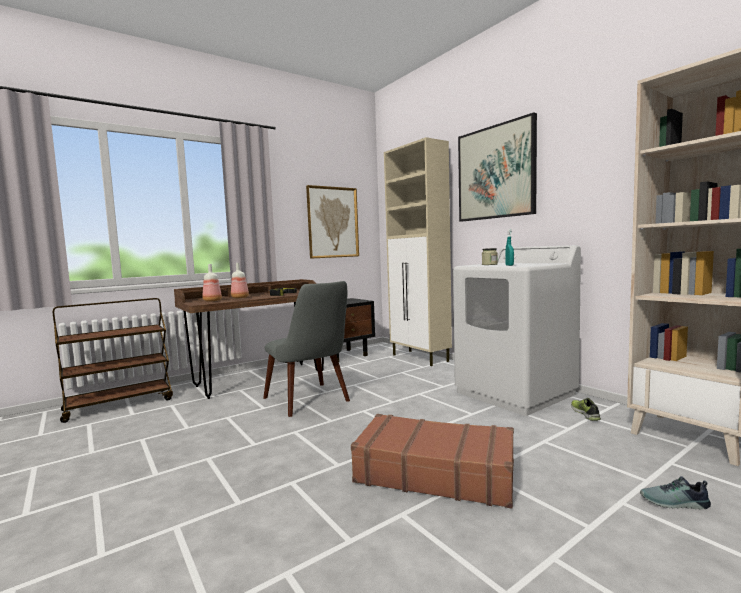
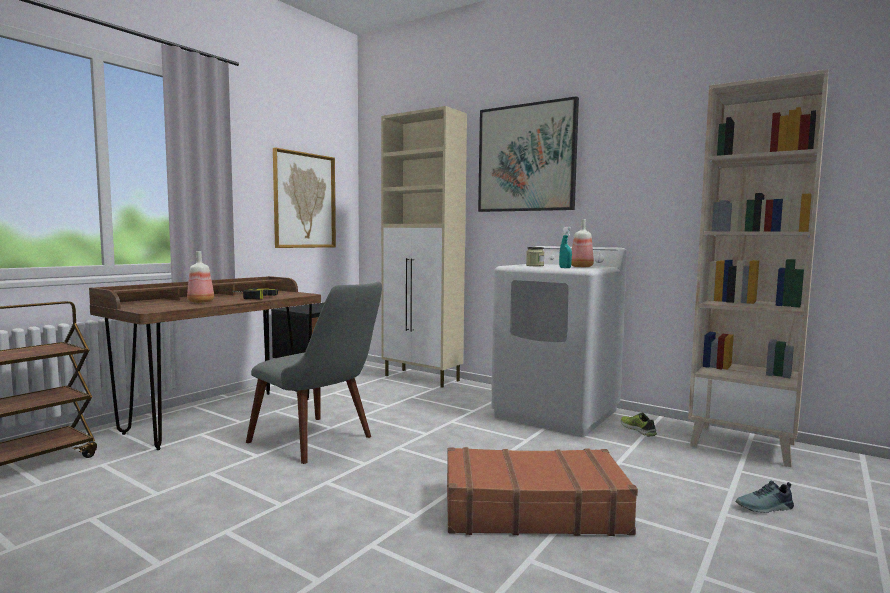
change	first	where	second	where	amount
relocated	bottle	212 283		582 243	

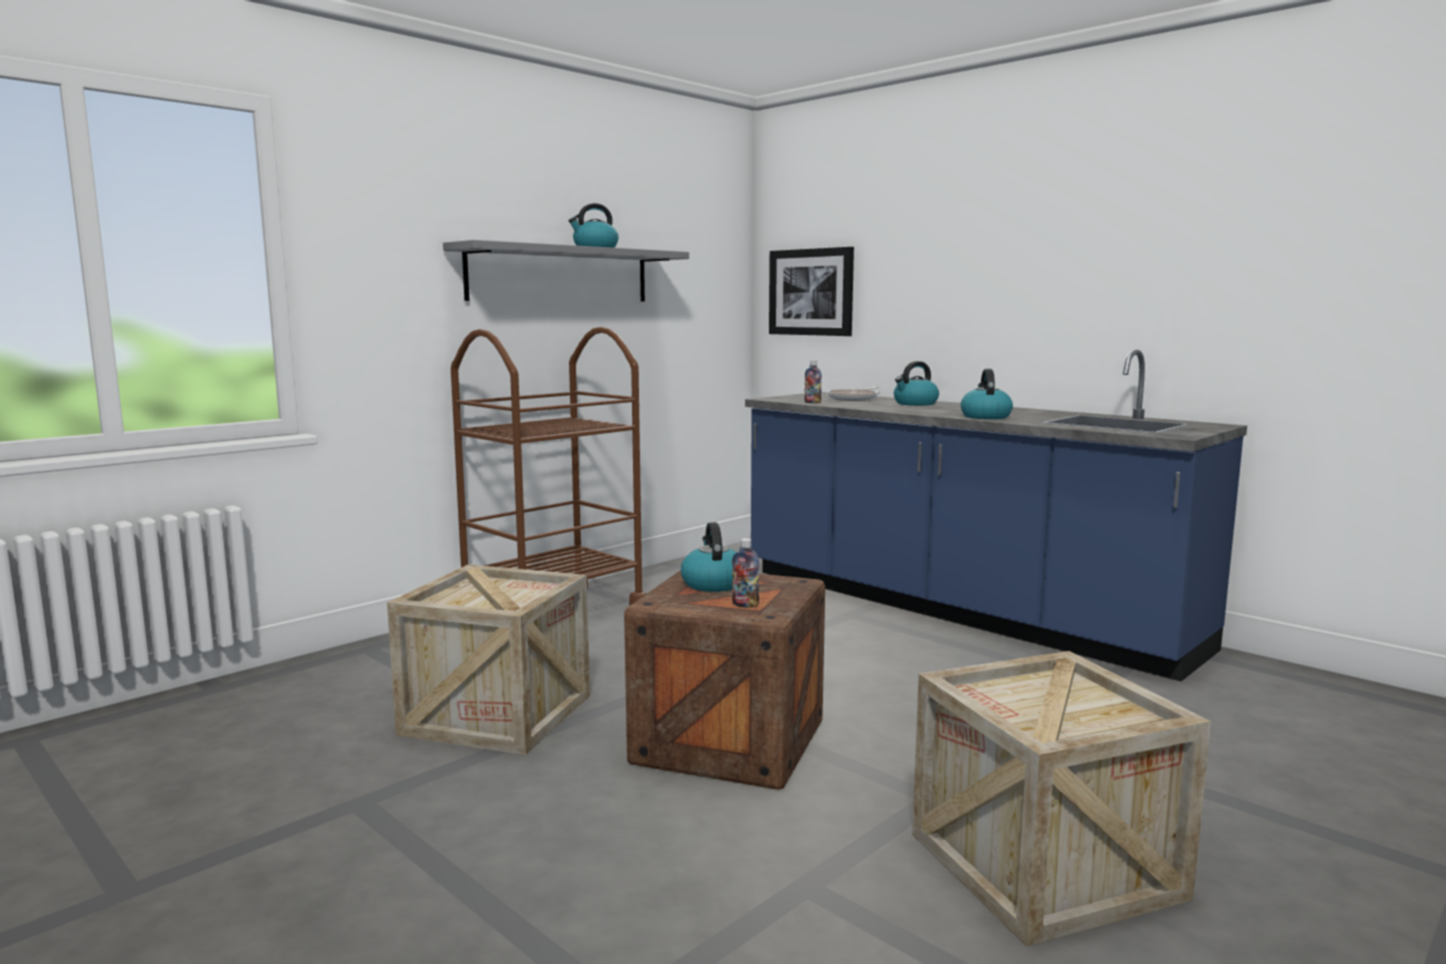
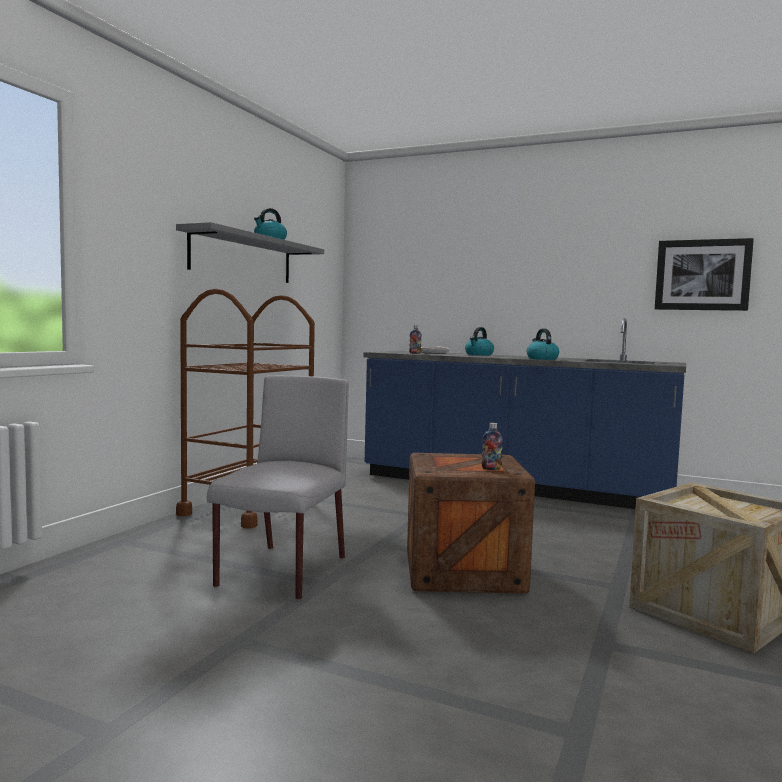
change	first	where	second	where	amount
exchanged	crate	488 659	greyish upright chair	278 488	
relocated	picture	811 291		704 274	
missing	tea kettle	709 557			

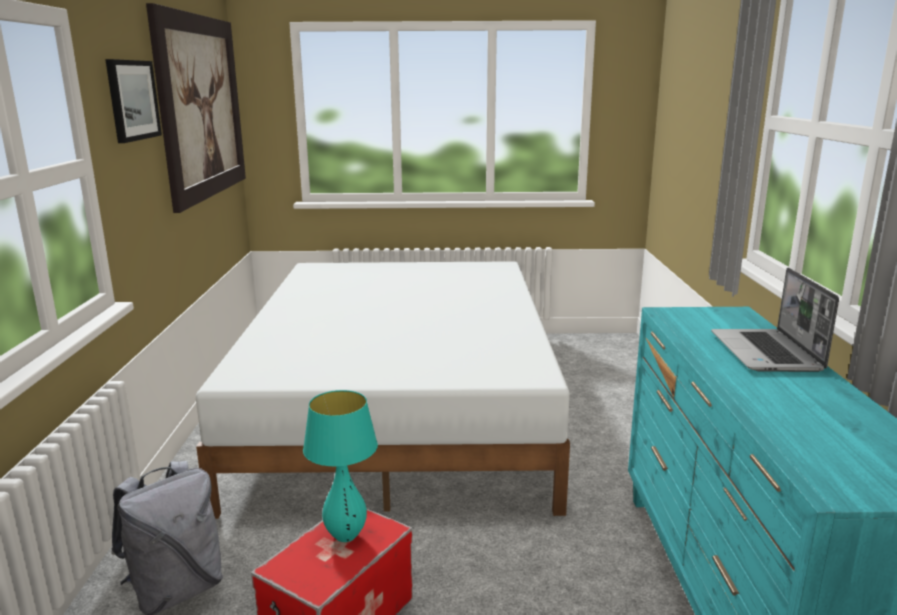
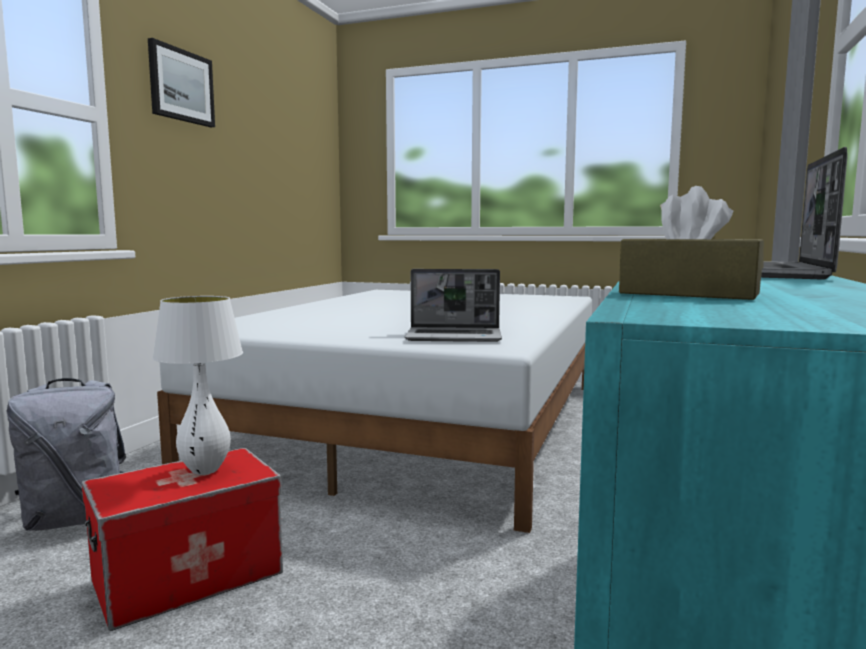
change	first	where	second	where	amount
colour	turquoise table lamp	340 466	white table lamp	197 385	
appeared			laptop	453 305	
appeared			brown tissue box	691 243	
missing	picture	196 108			

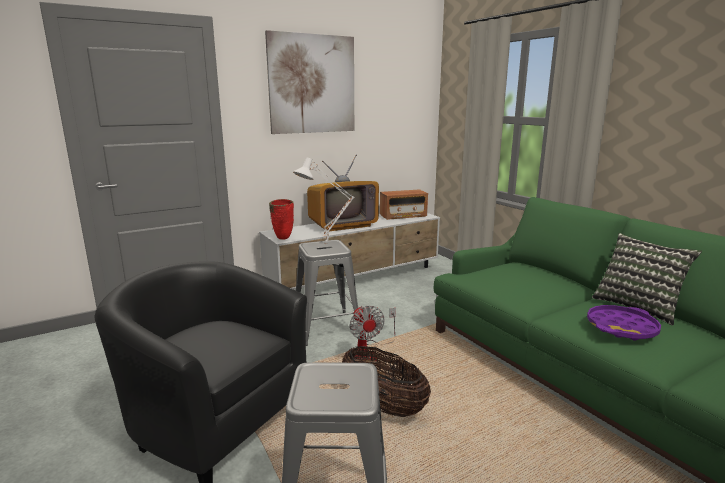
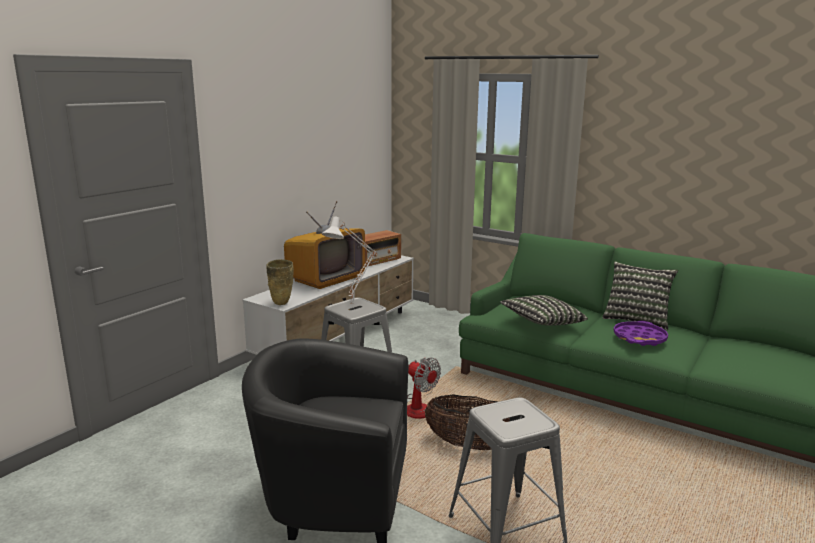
change	first	where	second	where	amount
colour	red decorative vase	281 219	beige decorative vase	280 282	
appeared			pillow	544 310	
missing	picture	309 82			

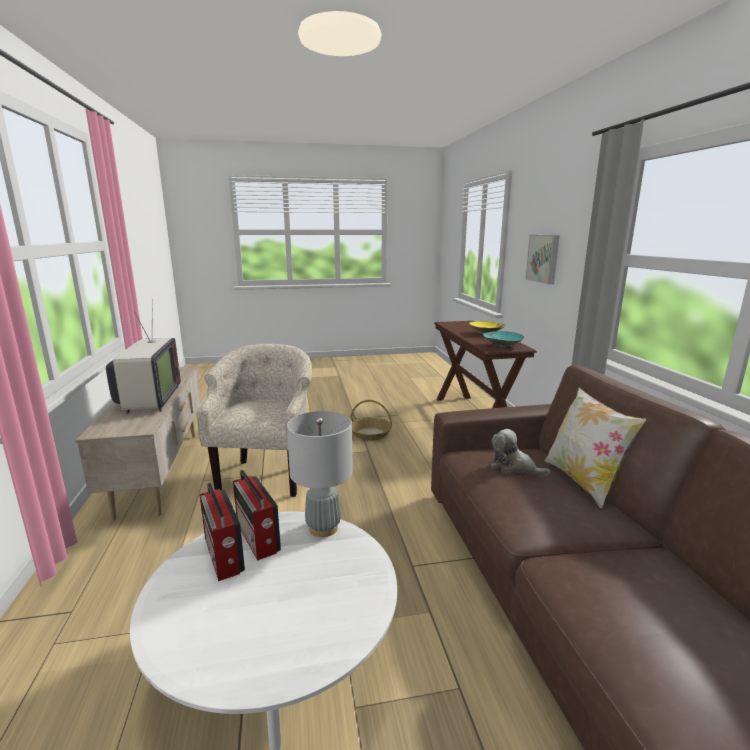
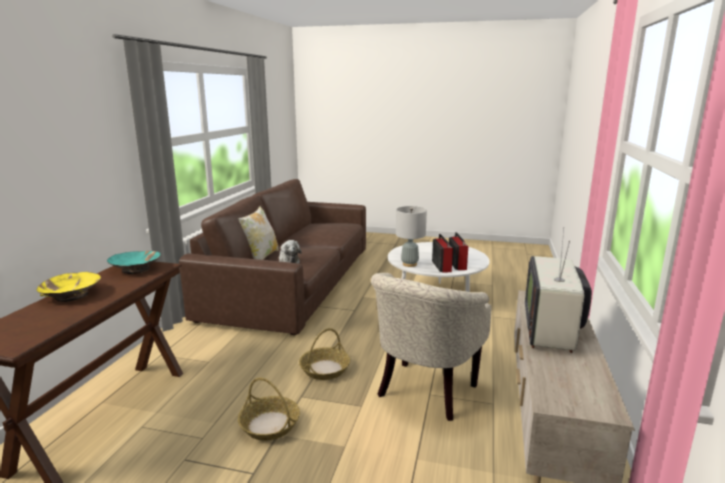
change	first	where	second	where	amount
appeared			basket	324 354	
missing	picture	542 259			

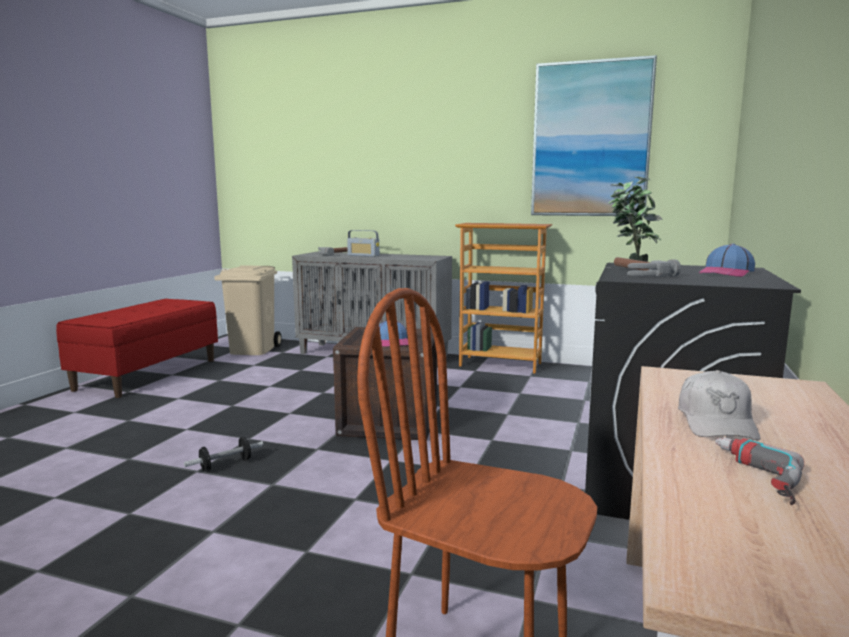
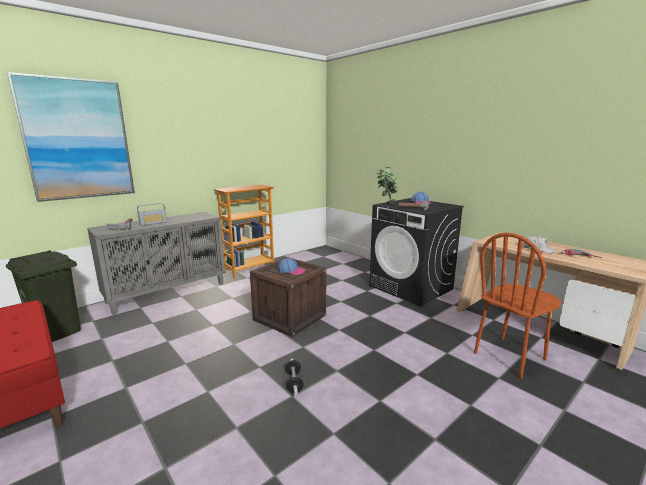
change	first	where	second	where	amount
colour	beige trash can	248 310	greenish trash can	43 296	
relocated	picture	594 135		71 137	

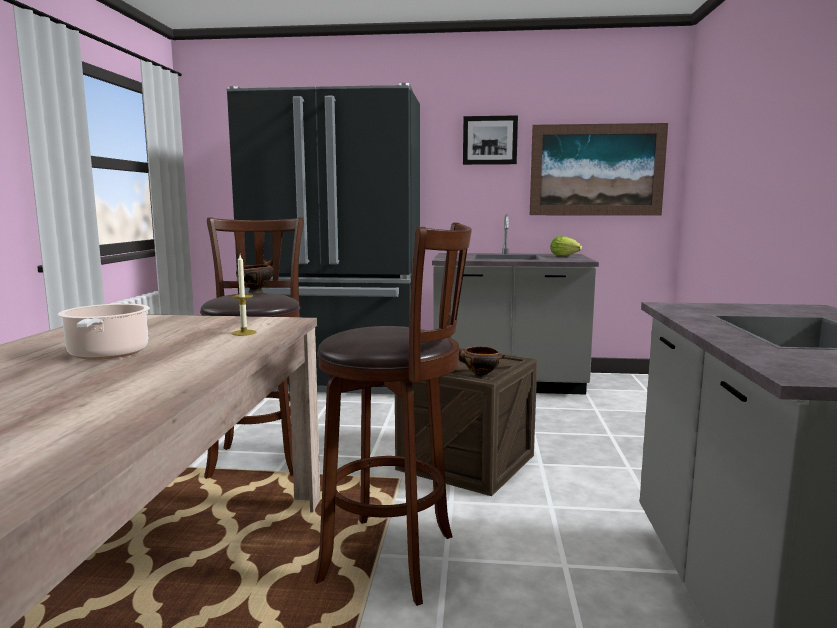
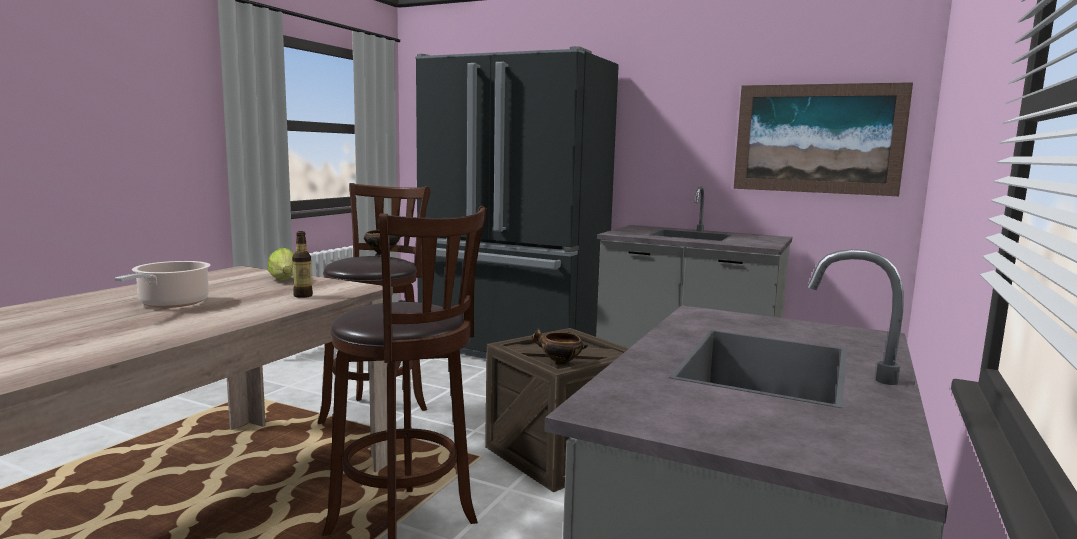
change	first	where	second	where	amount
relocated	head of lettuce	566 246		281 264	
exchanged	candle	244 295	bottle	302 264	
missing	picture	490 140			

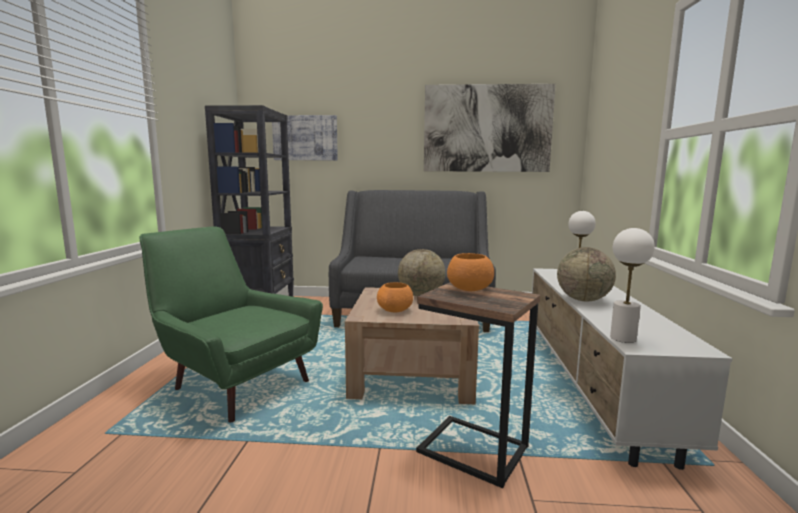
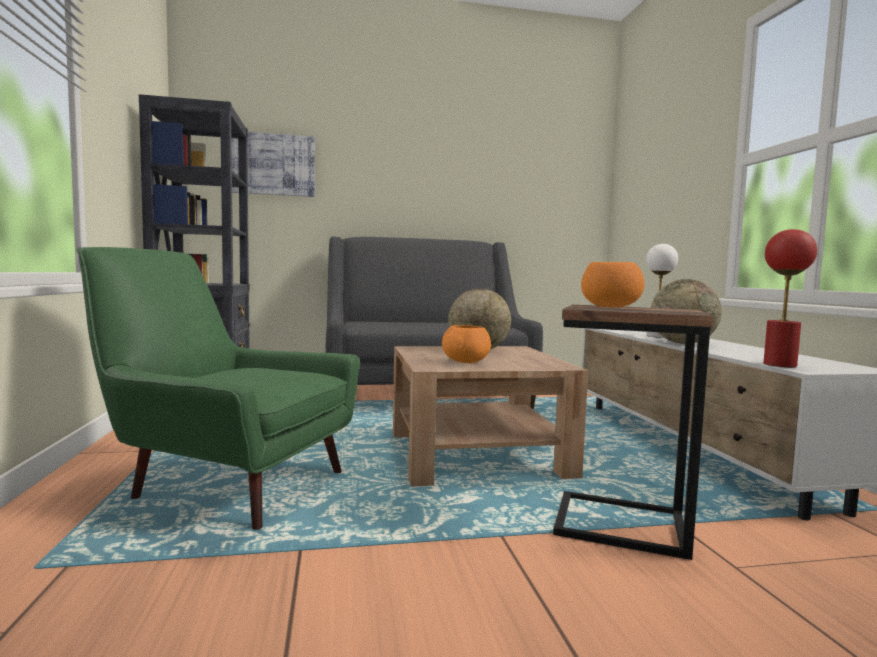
change	first	where	second	where	amount
colour	white table lamp	632 285	red table lamp	790 298	
missing	picture	490 128			

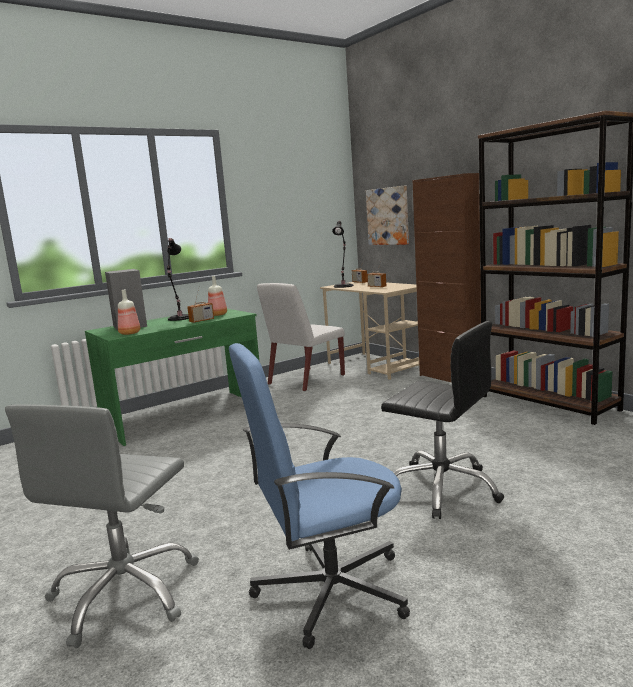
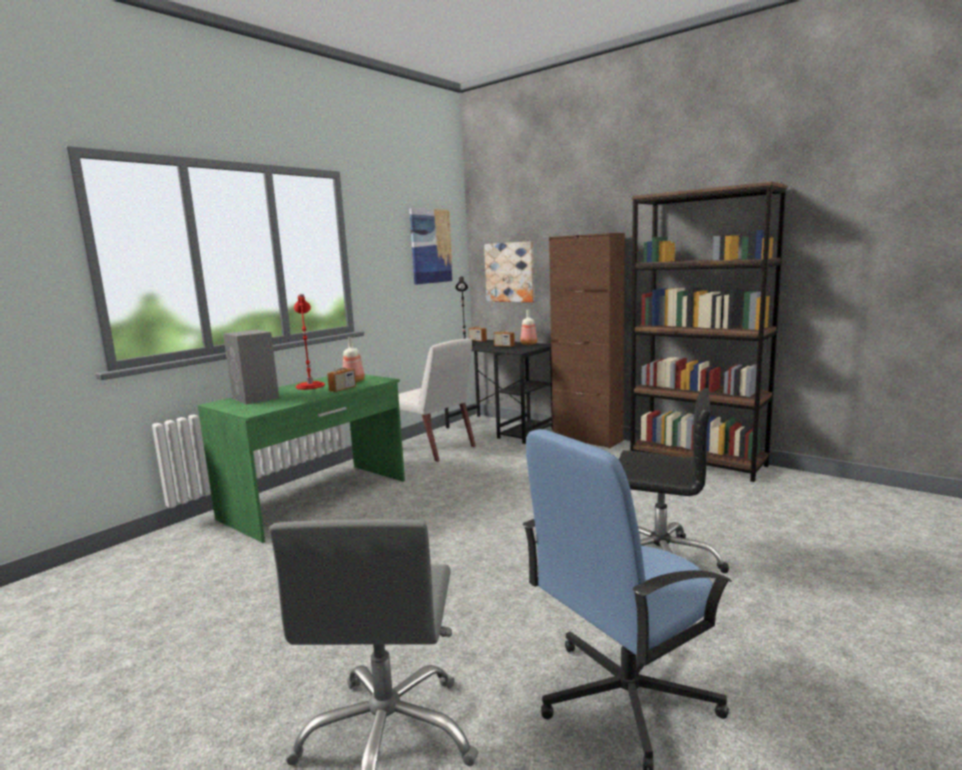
change	first	where	second	where	amount
colour	black-coloured table lamp	178 279	red table lamp	309 342	
spun	white upright chair	301 337		437 400	75 degrees counterclockwise
appeared			picture	431 246	
colour	beige desk unit	369 331	black-coloured desk unit	499 392	
relocated	bottle	129 312		528 327	

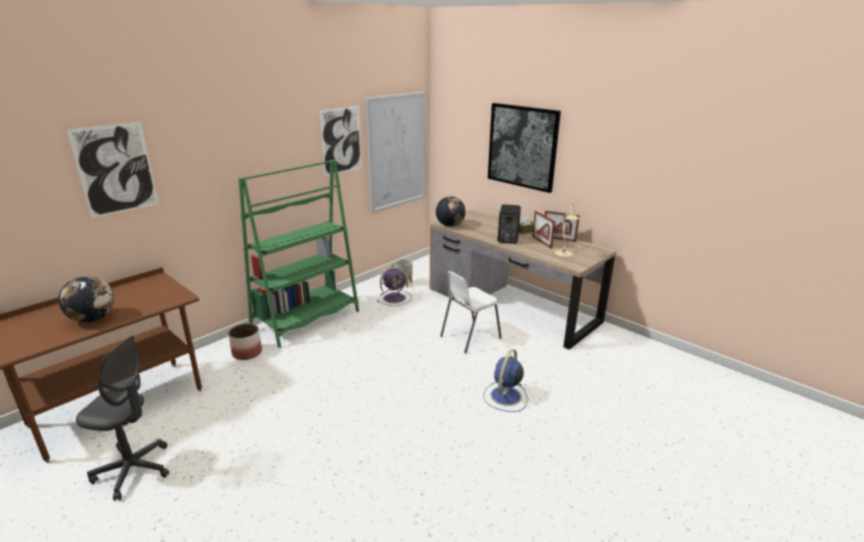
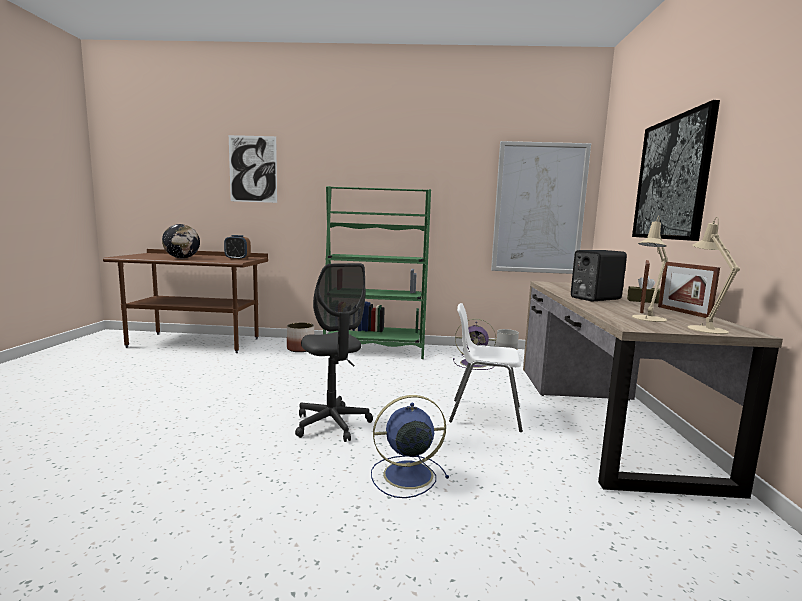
change	first	where	second	where	amount
appeared			table clock	237 247	
relocated	greyish office chair	122 418		334 352	
appeared			beige table lamp	713 275	
missing	picture	340 141			
missing	globe	451 211			

